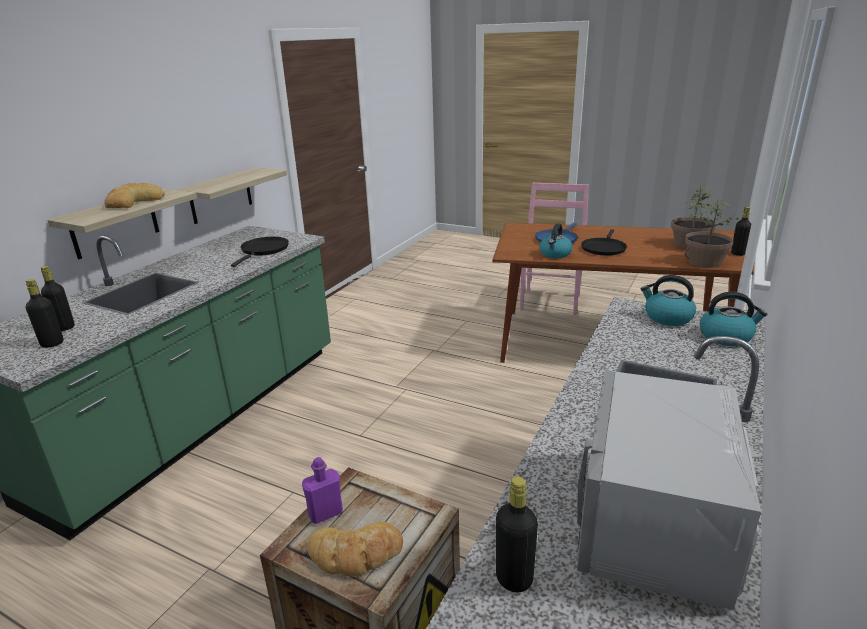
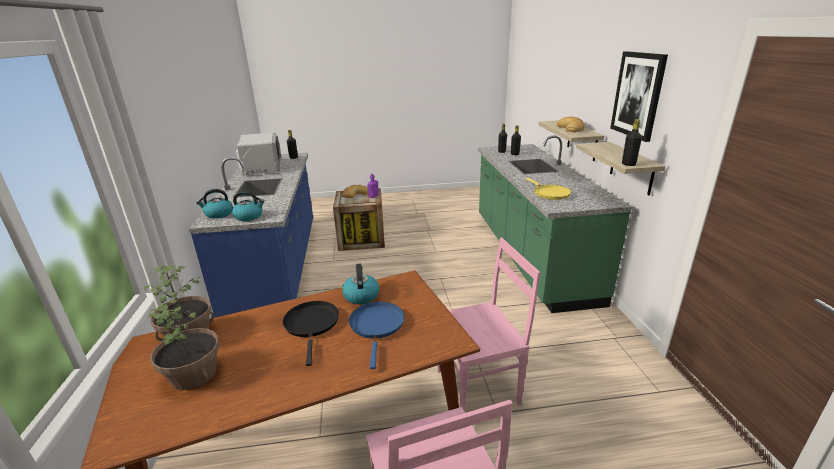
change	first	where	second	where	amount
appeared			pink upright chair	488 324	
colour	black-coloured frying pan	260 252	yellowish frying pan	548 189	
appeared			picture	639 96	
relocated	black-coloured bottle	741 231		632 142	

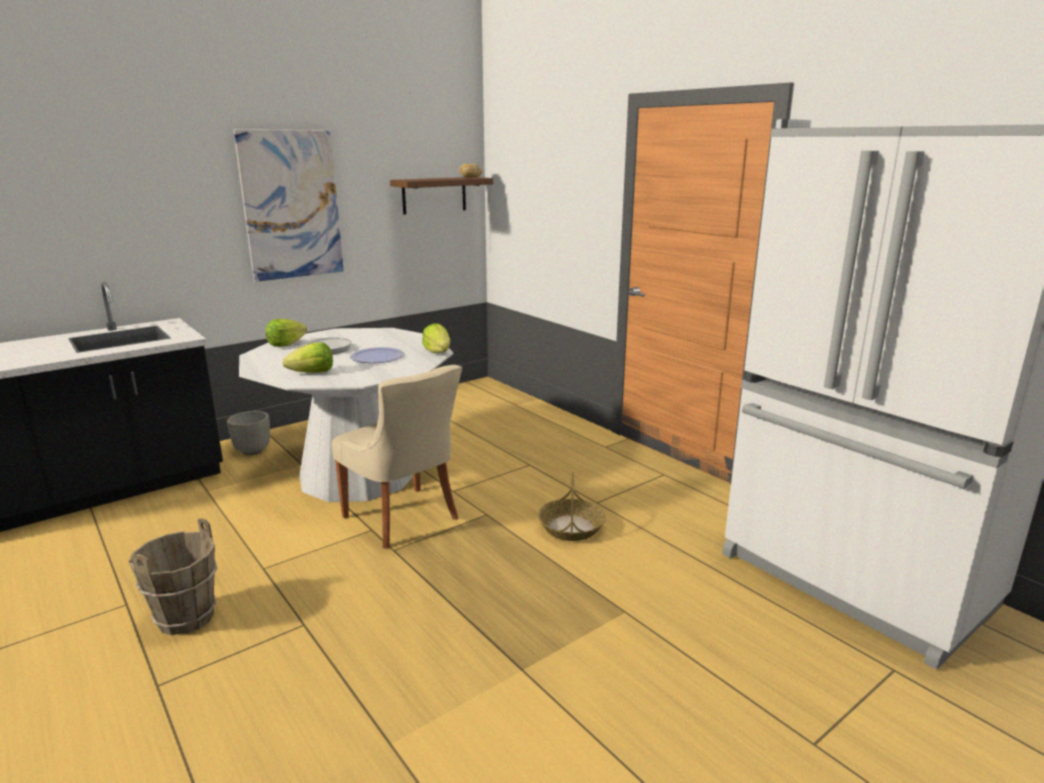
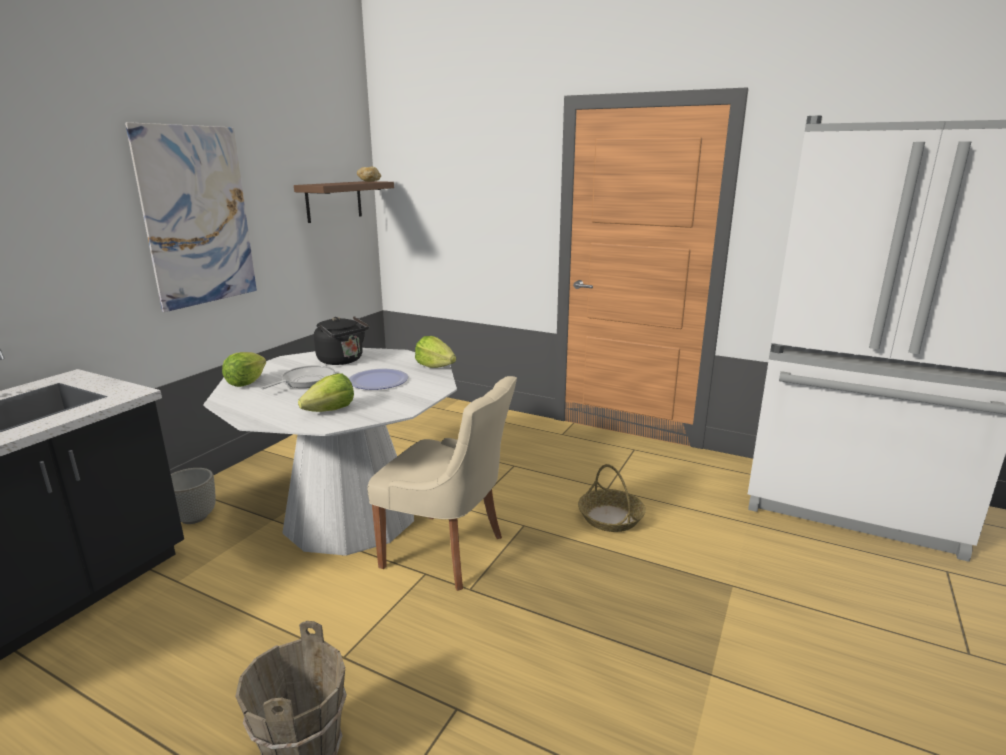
change	first	where	second	where	amount
appeared			black-coloured tea kettle	341 340	

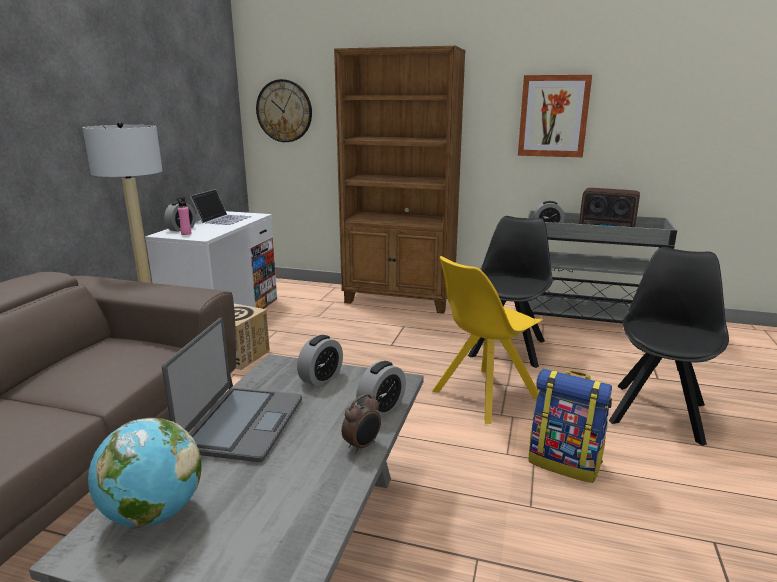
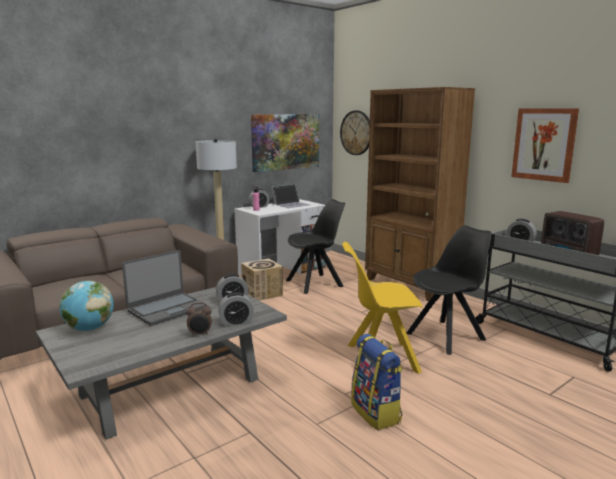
change	first	where	second	where	amount
appeared			picture	285 143	
relocated	black-coloured upright chair	669 346		315 246	

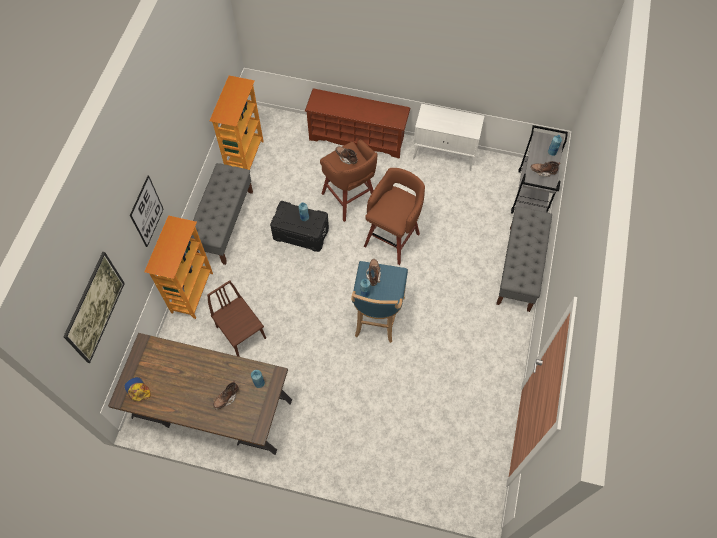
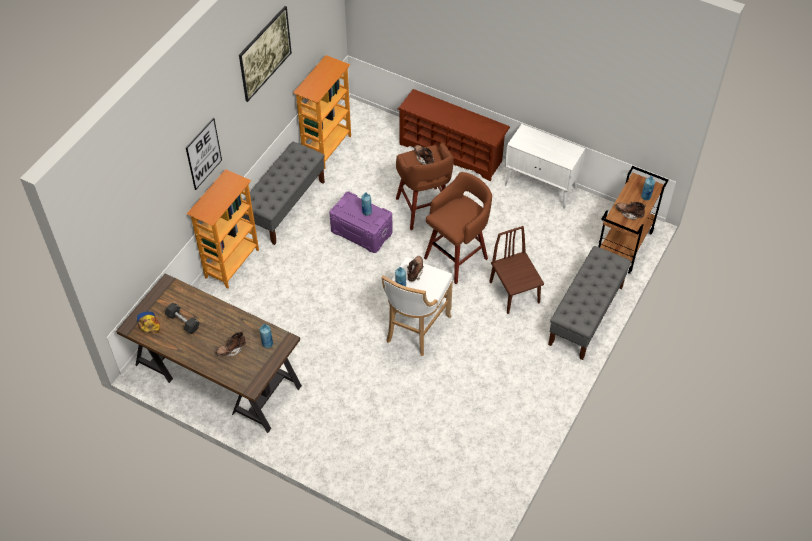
change	first	where	second	where	amount
appeared			black-coloured dumbbell	182 318	
relocated	picture	94 307		265 54	
colour	black-coloured storage box	299 226	purple storage box	361 222	
colour	bluish sitting stool	379 302	white sitting stool	417 306	
relocated	brown upright chair	236 318		516 270	
colour	greyish trolley	539 169	brown trolley	633 220	

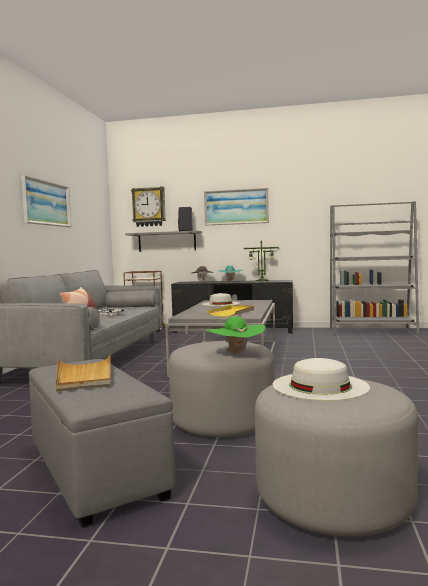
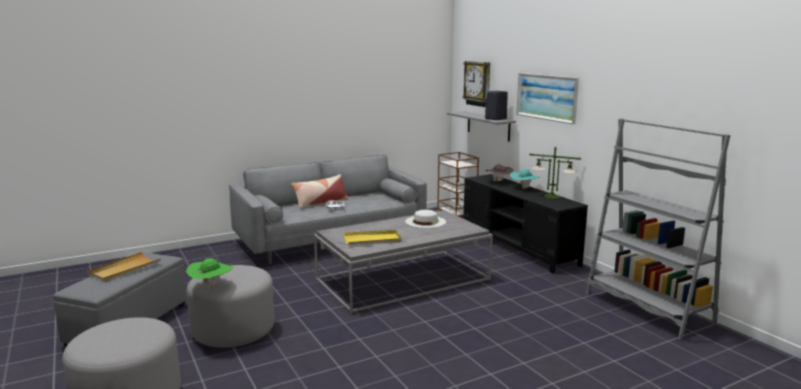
change	first	where	second	where	amount
missing	picture	46 201			
missing	white clothing hat	321 379			

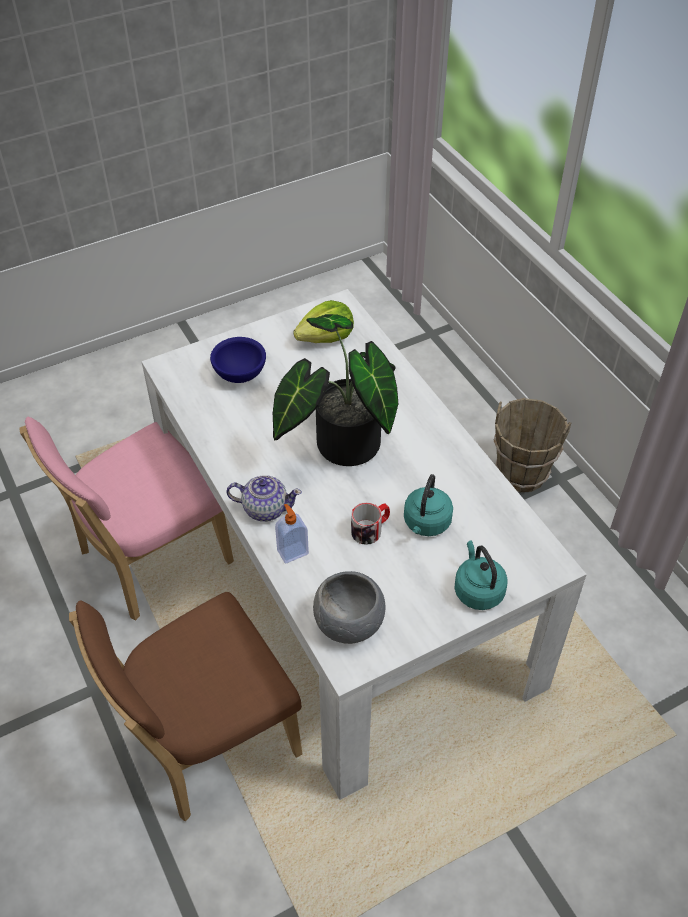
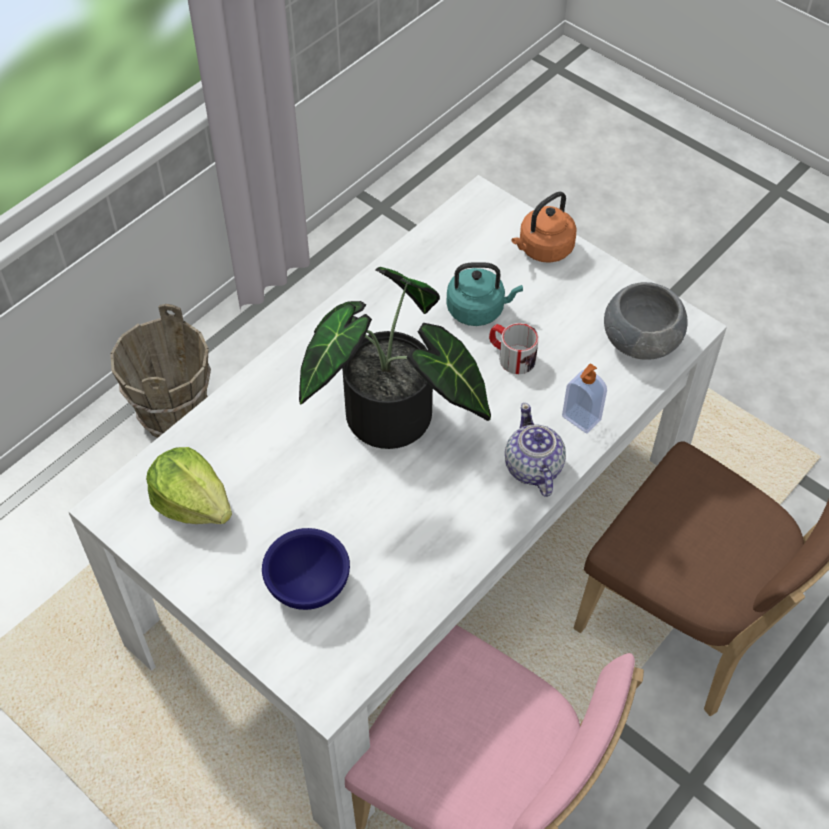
change	first	where	second	where	amount
colour	turquoise tea kettle	481 575	orange-coloured tea kettle	543 227	

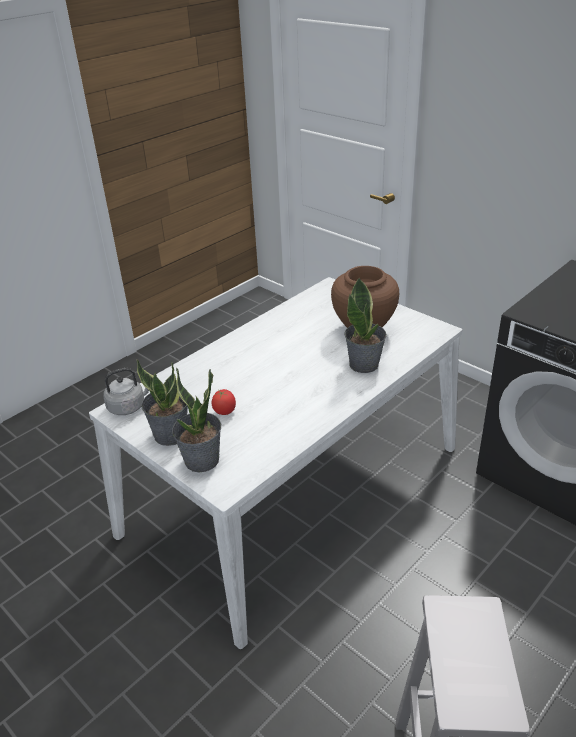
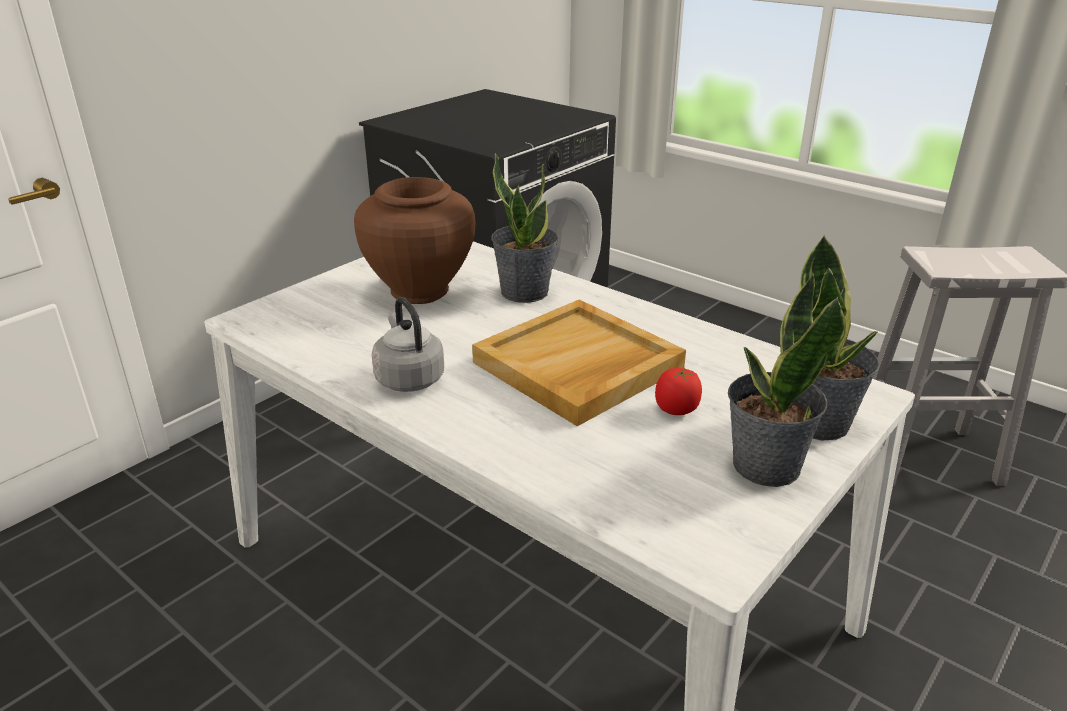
change	first	where	second	where	amount
relocated	greyish tea kettle	126 391		408 344	
appeared			beige tray	579 363	

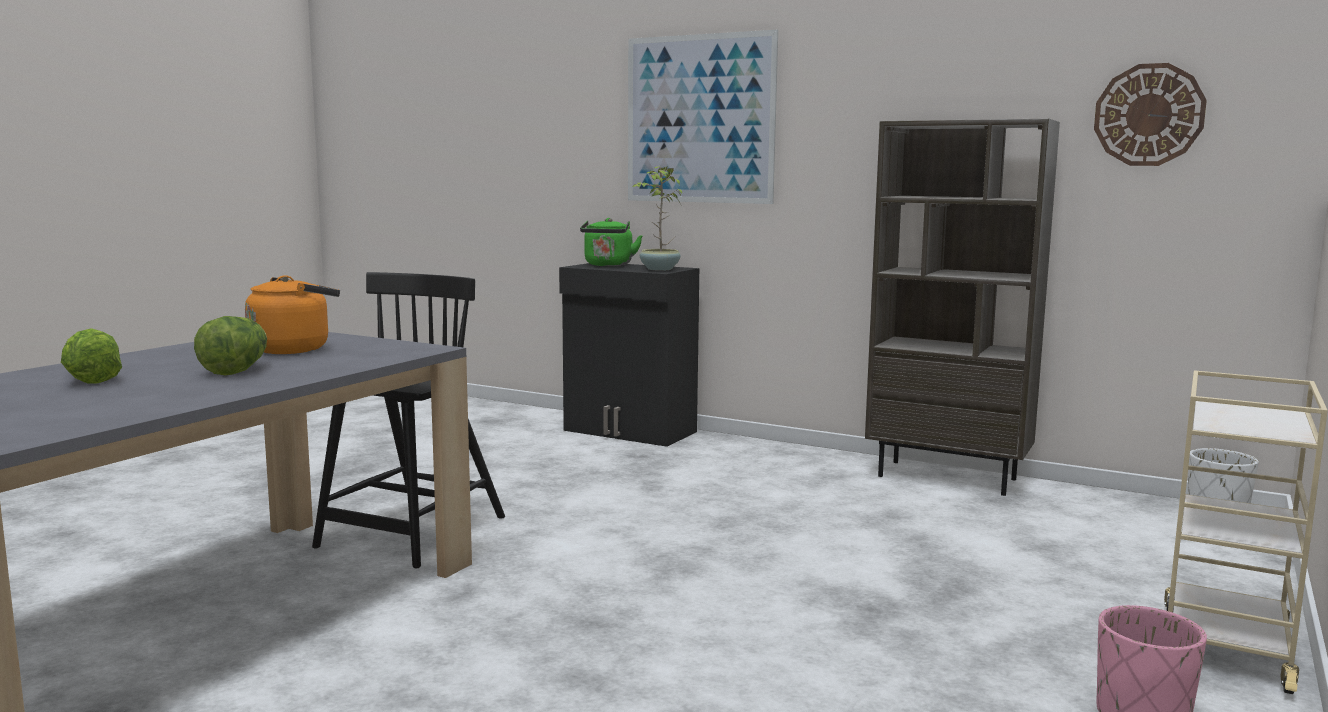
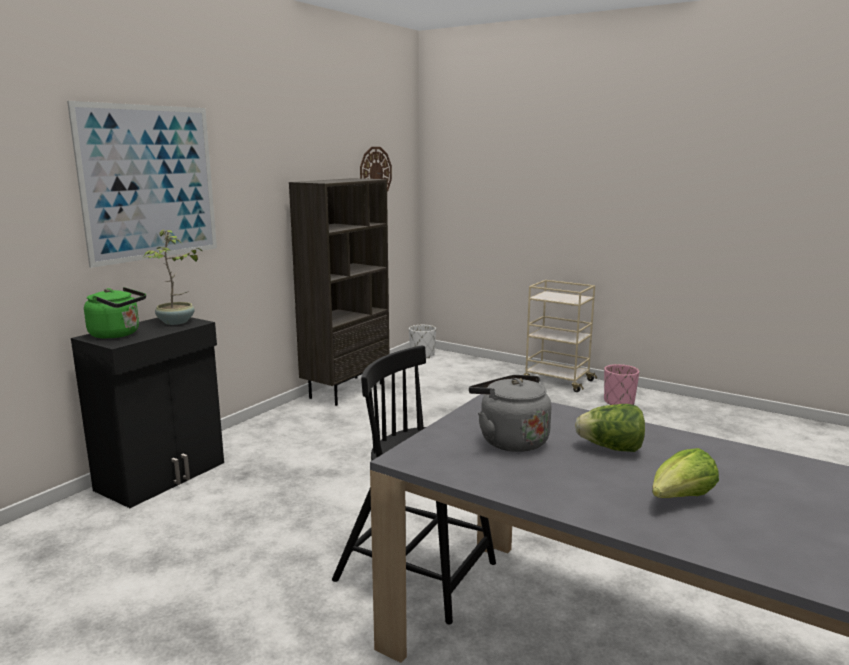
change	first	where	second	where	amount
colour	orange-coloured tea kettle	292 314	greyish tea kettle	510 413	

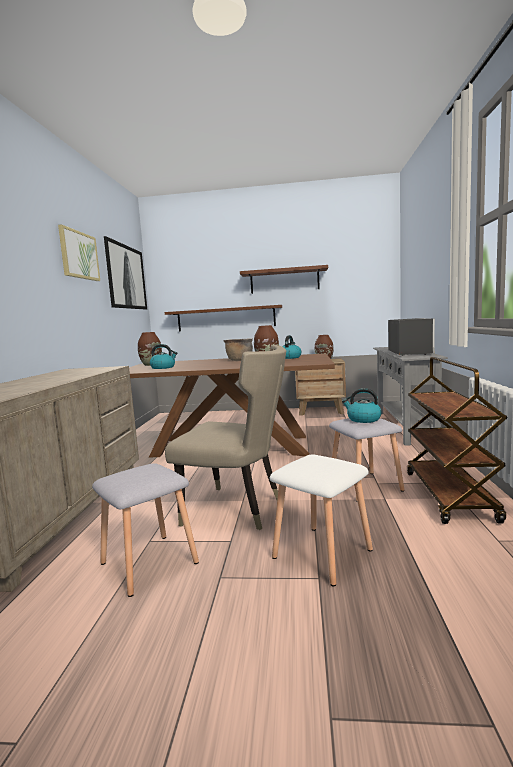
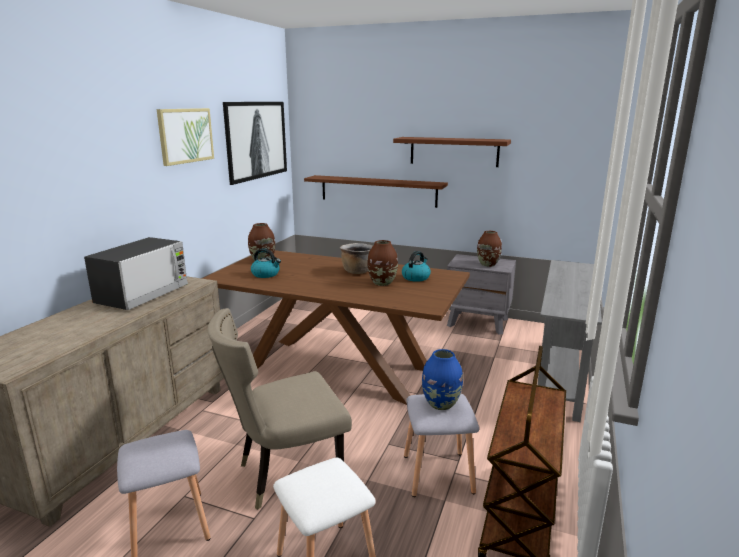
change	first	where	second	where	amount
relocated	kitchen microwave	411 337		136 273	
spun	beige upright chair	225 437		280 409	120 degrees clockwise
exchanged	tea kettle	362 405	bluish decorative vase	442 379	
colour	brown night table	320 387	greyish night table	481 294	

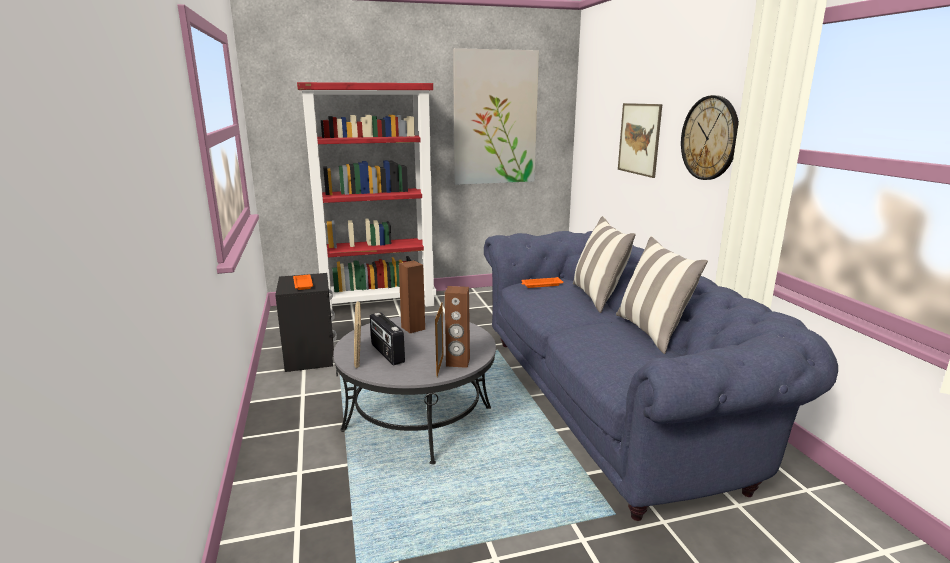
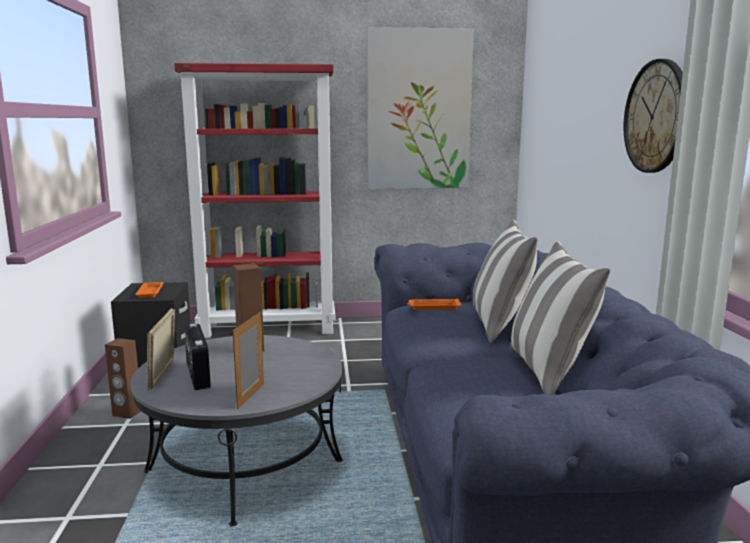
change	first	where	second	where	amount
relocated	brown loudspeaker	457 327		123 378	
missing	picture	640 140			

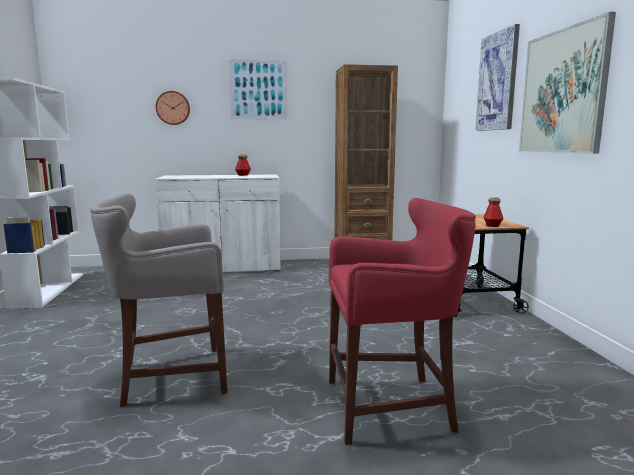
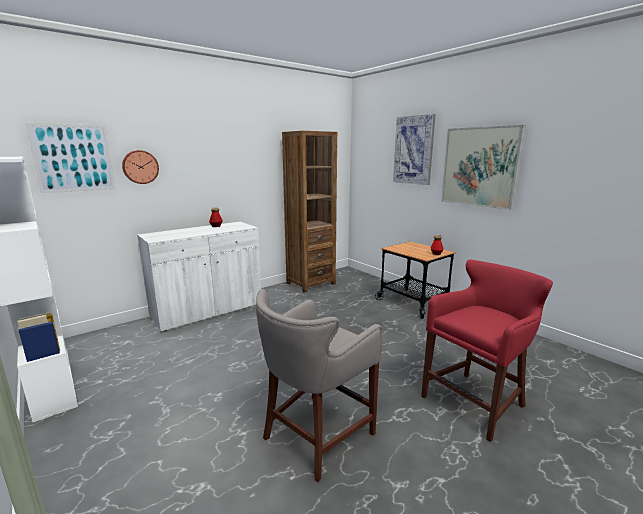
change	first	where	second	where	amount
relocated	picture	257 89		70 158	

